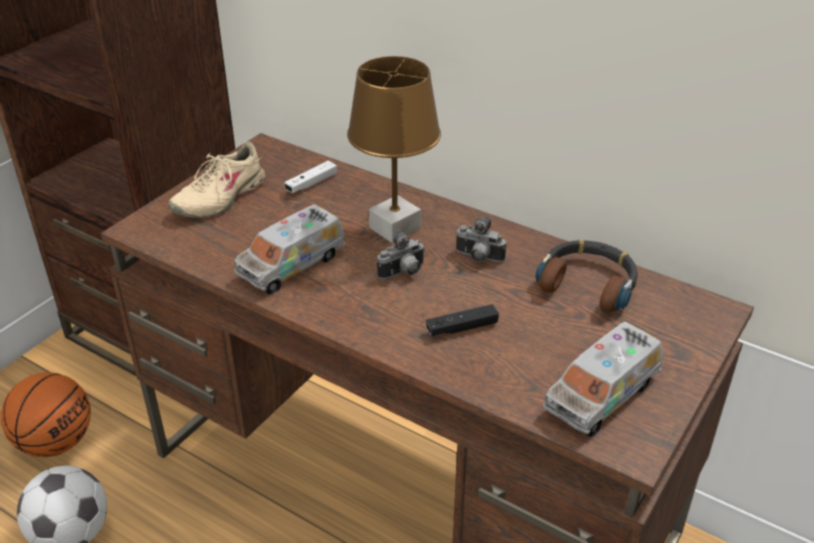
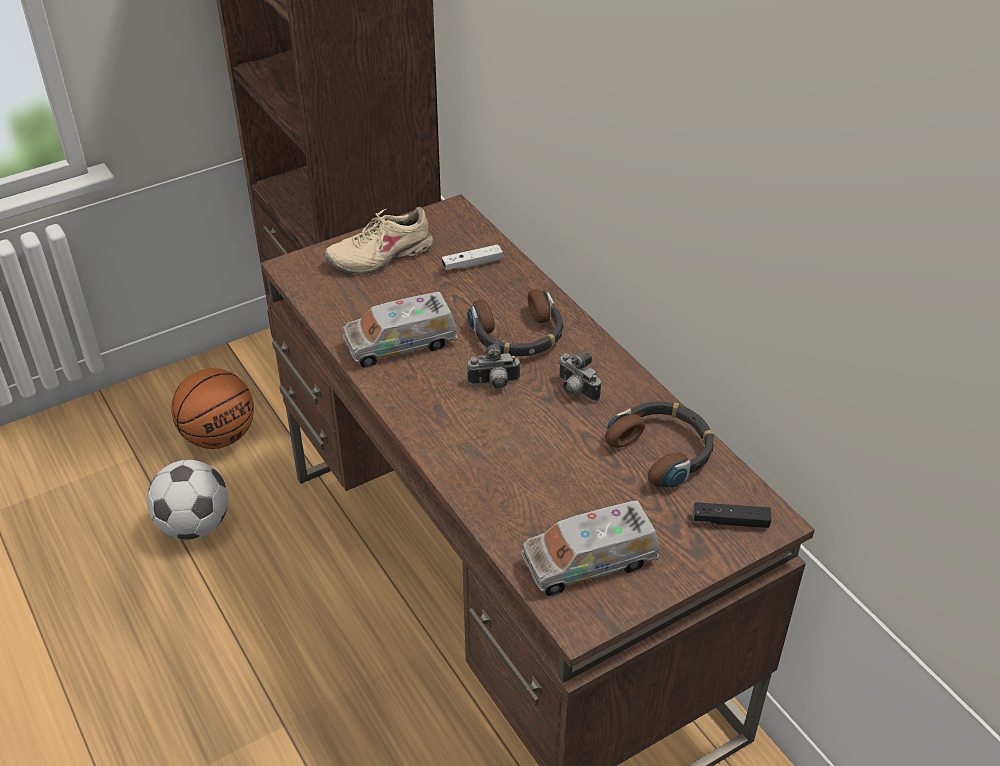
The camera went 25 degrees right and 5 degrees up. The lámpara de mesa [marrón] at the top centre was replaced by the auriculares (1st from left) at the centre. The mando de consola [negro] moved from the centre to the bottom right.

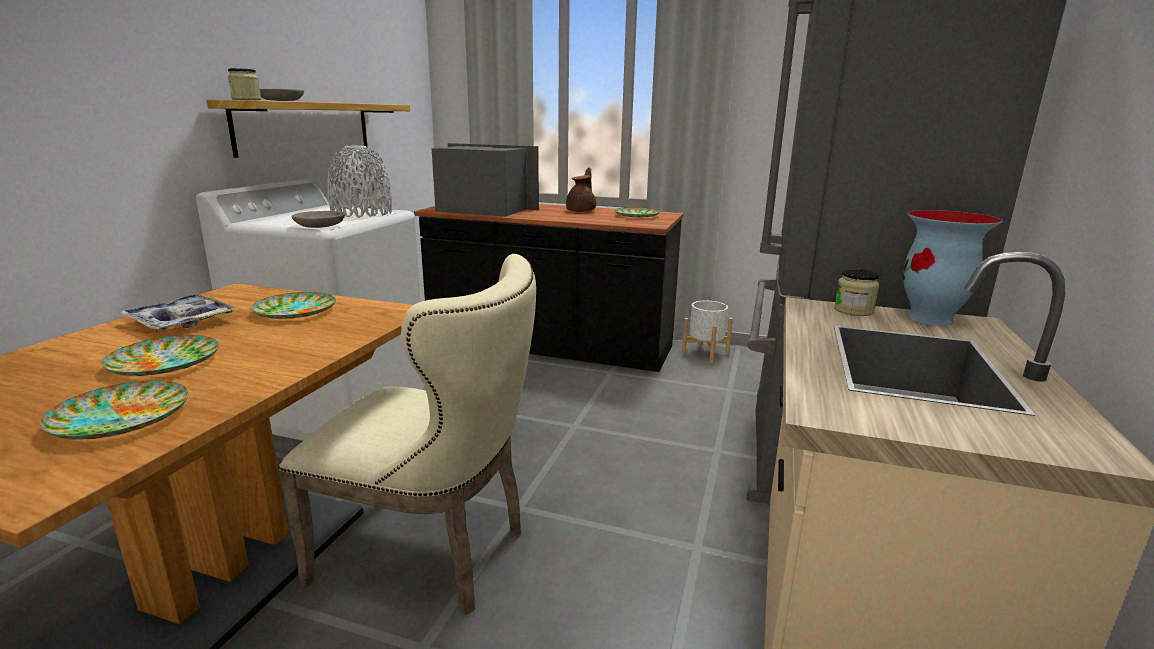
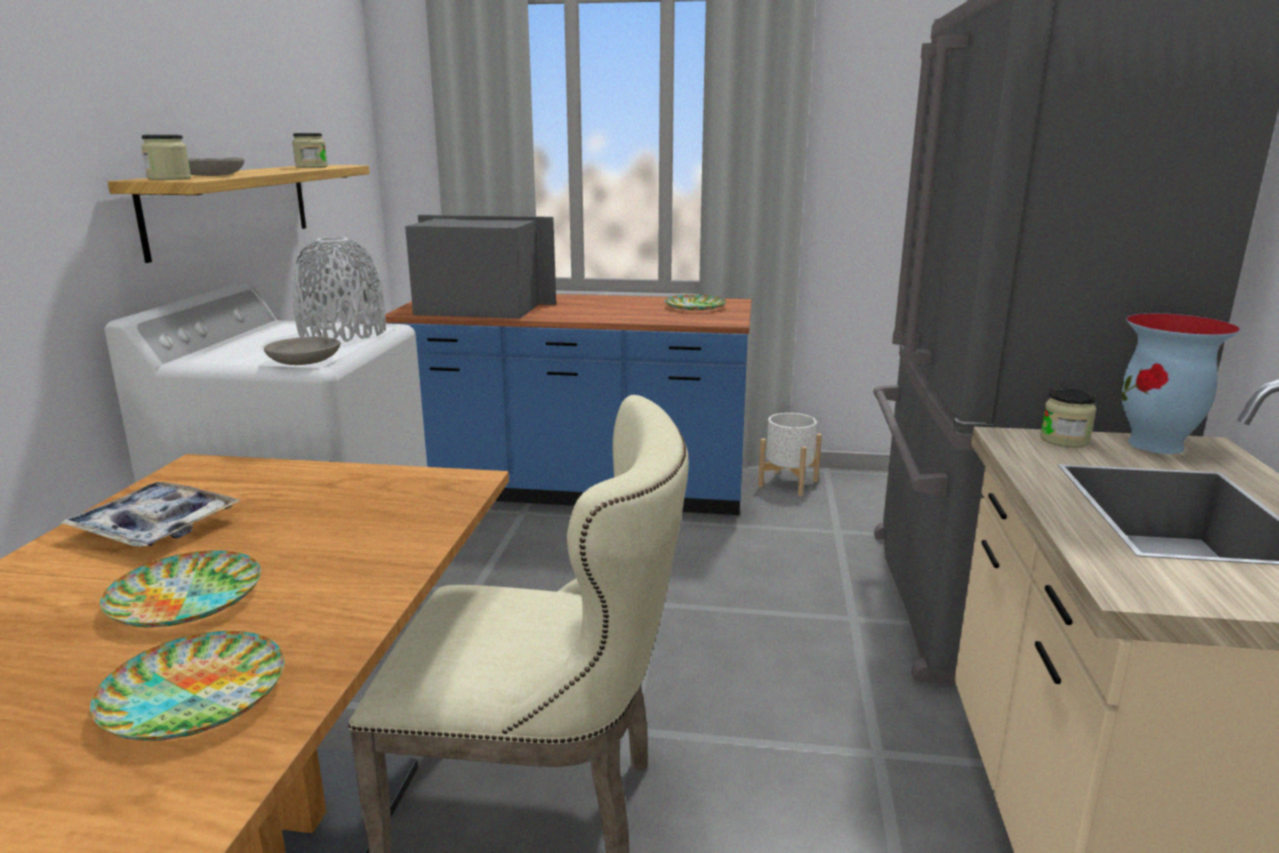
The camera went 10 degrees left and 0 degrees up. The tarro (2nd from left) at the top left appeared. The mueble bajo de cocina [negro] at the centre became the mueble bajo de cocina [azul] at the centre. The plato (3rd from left) at the middle left disappeared. The tetera [marrón] at the top centre disappeared.

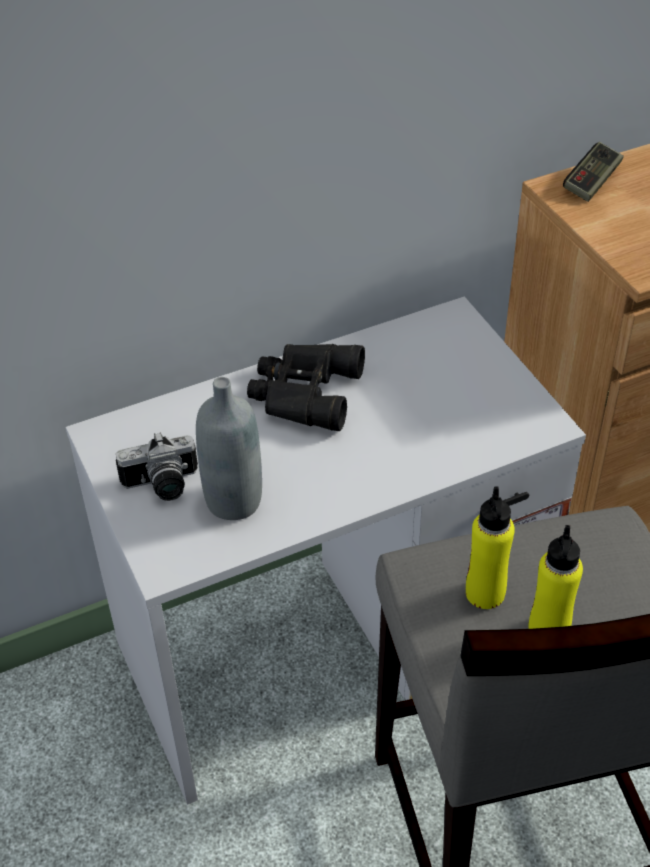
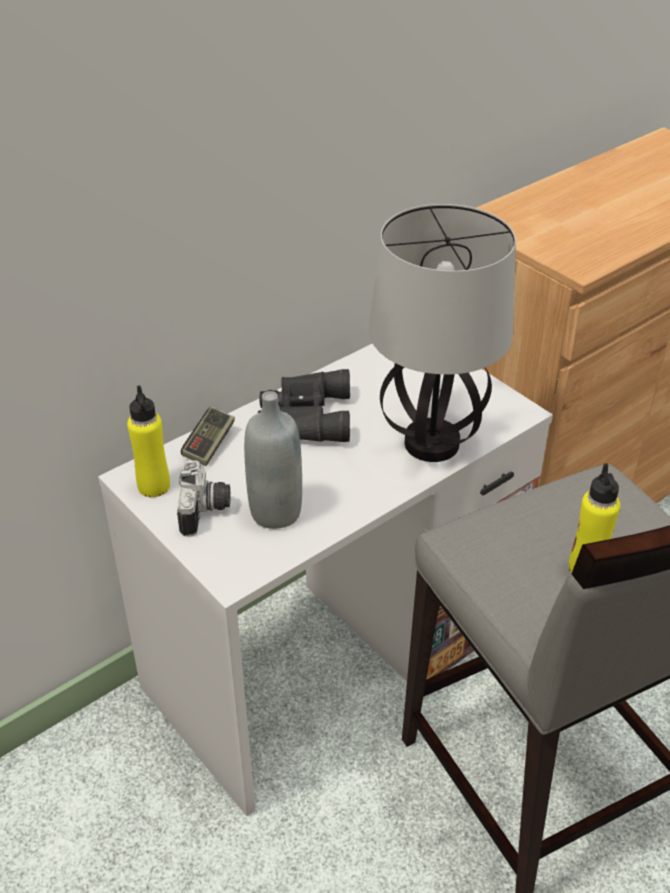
The camera went 15 degrees left and 5 degrees down. The botella [amarillo] (1st from left) moved from the middle right to the middle left. The cámara at the middle left turned 60 degrees counterclockwise. The mando de consola moved from the top right to the middle left. The lámpara de mesa at the centre appeared.

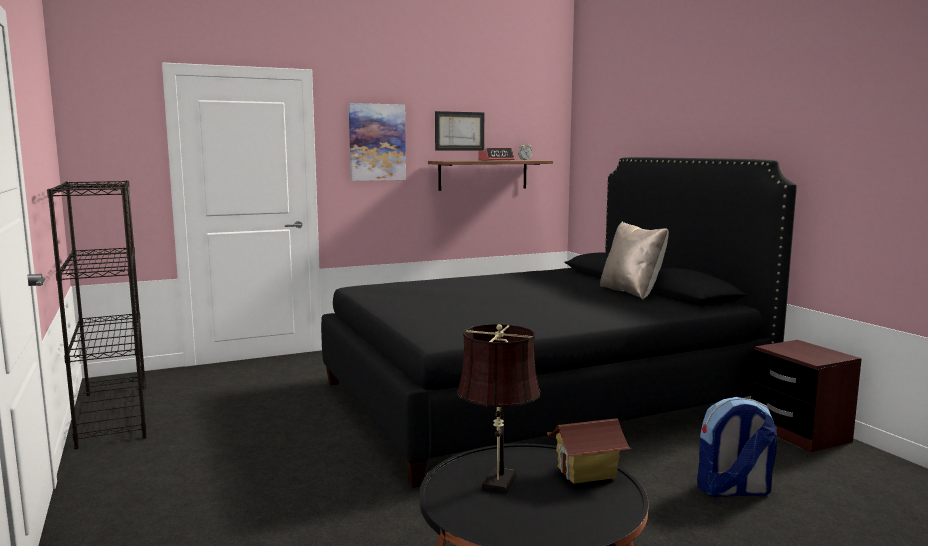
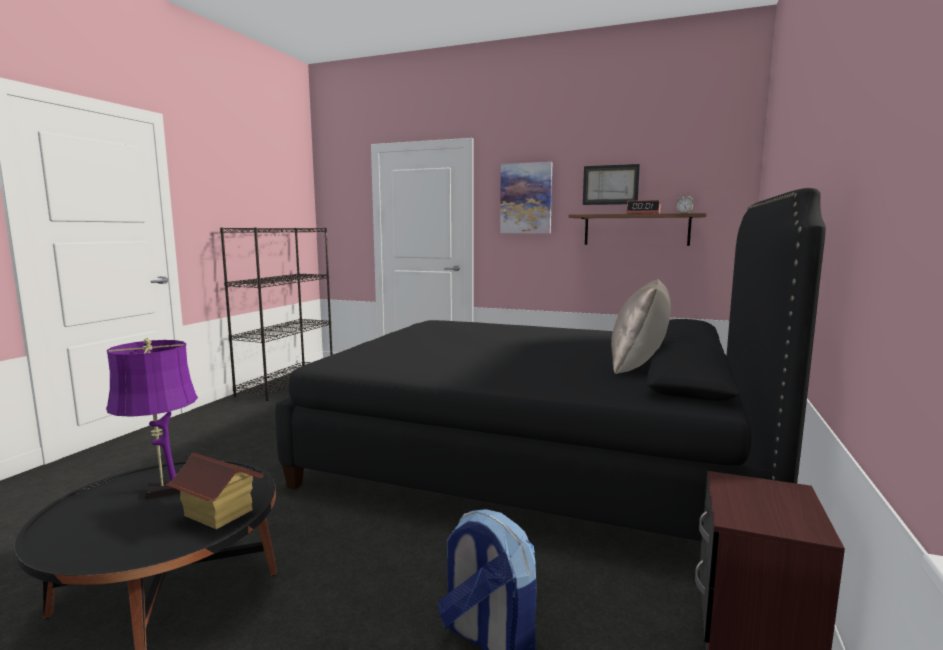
The camera went 45 degrees right and 0 degrees up. The lámpara de mesa [marrón] at the bottom centre became the lámpara de mesa [morado] at the middle left.

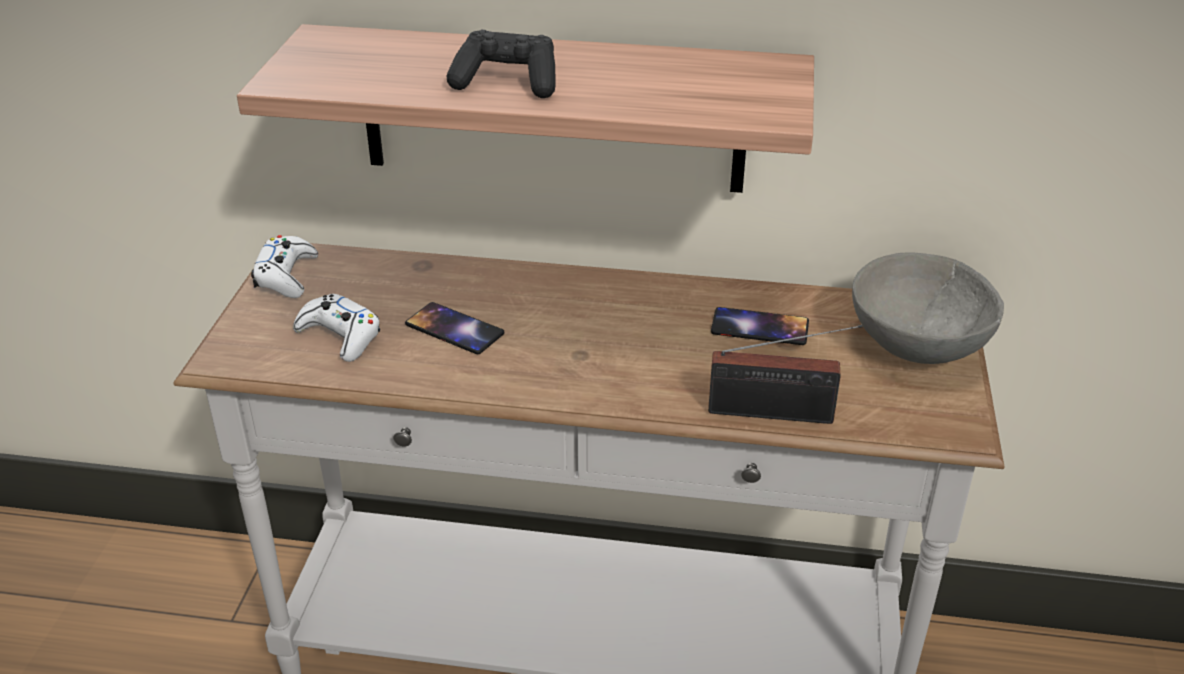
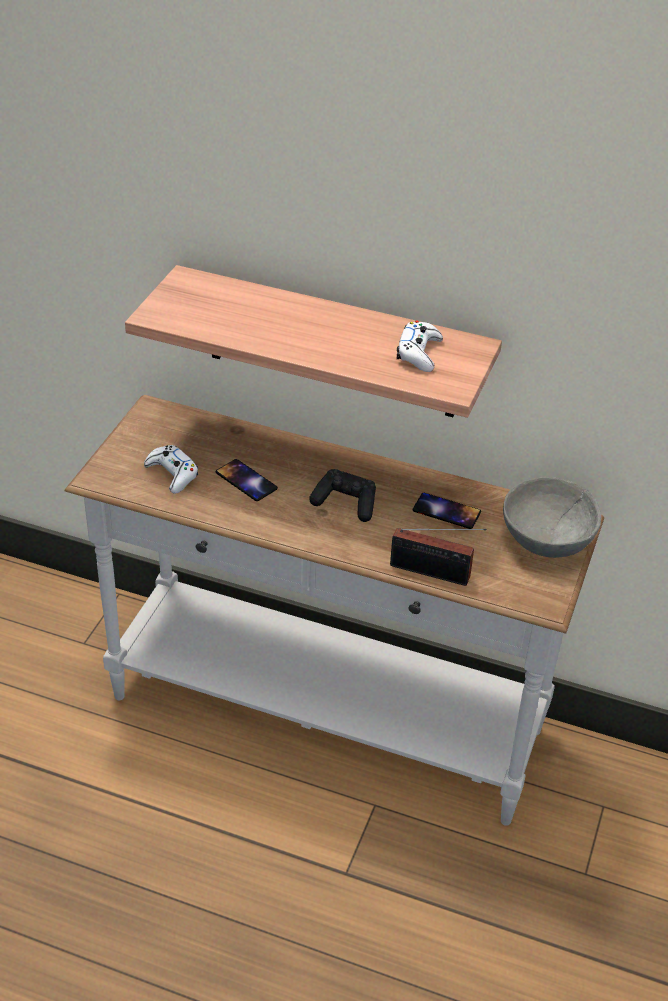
The camera went 10 degrees right and 5 degrees up. The mando de consola [negro] moved from the top centre to the centre. The mando de consola [blanco] (1st from left in the first image) moved from the middle left to the centre.

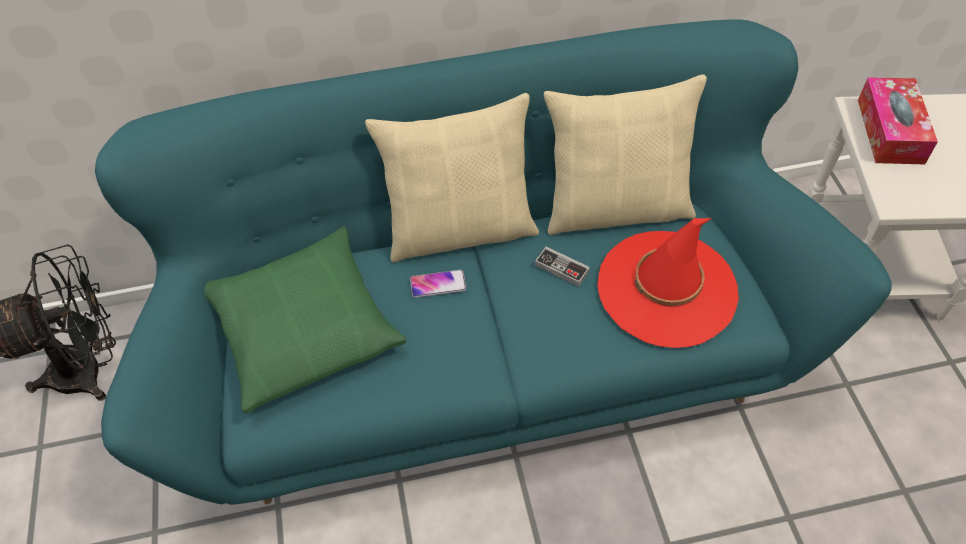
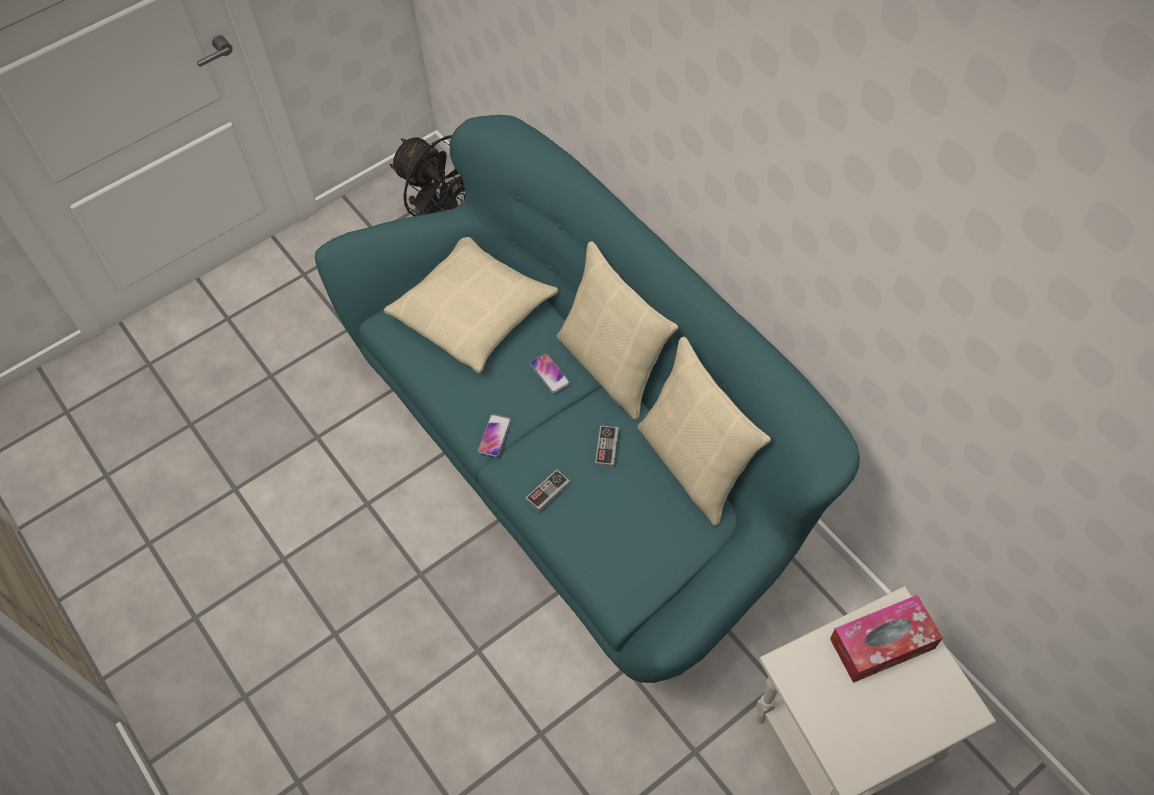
The camera went 65 degrees right and 5 degrees up. The cojín [verde] at the middle left became the cojín [beis] (1st from left) at the centre. The móvil (1st from left) at the centre appeared. The mando de consola (1st from left) at the centre appeared. The sombrero [rojo] at the middle right disappeared.

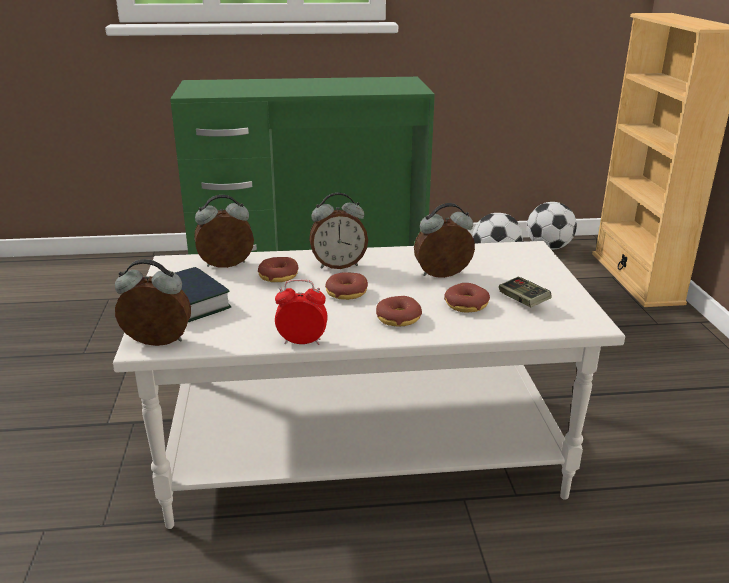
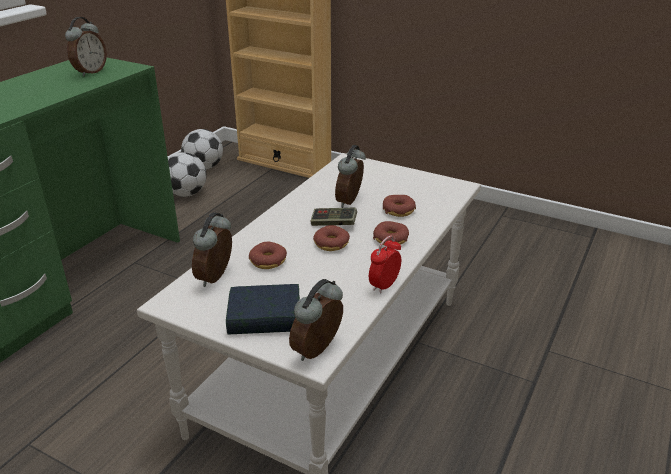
The camera went 55 degrees left and 5 degrees up. The despertador (4th from left in the first image) moved from the centre to the top left. The mando de consola moved from the middle right to the centre.

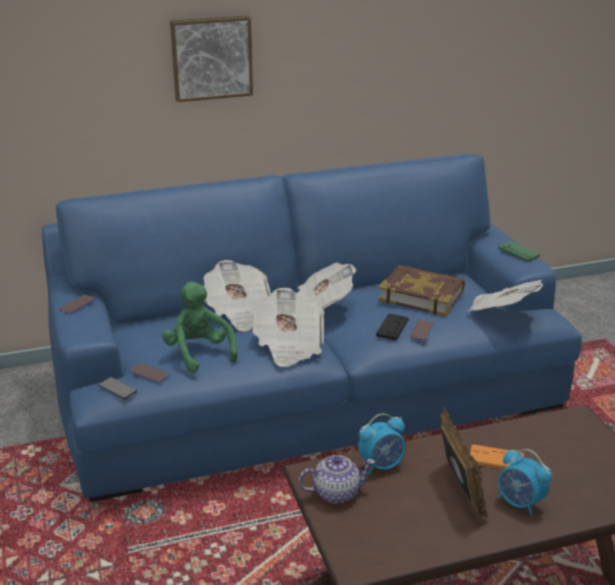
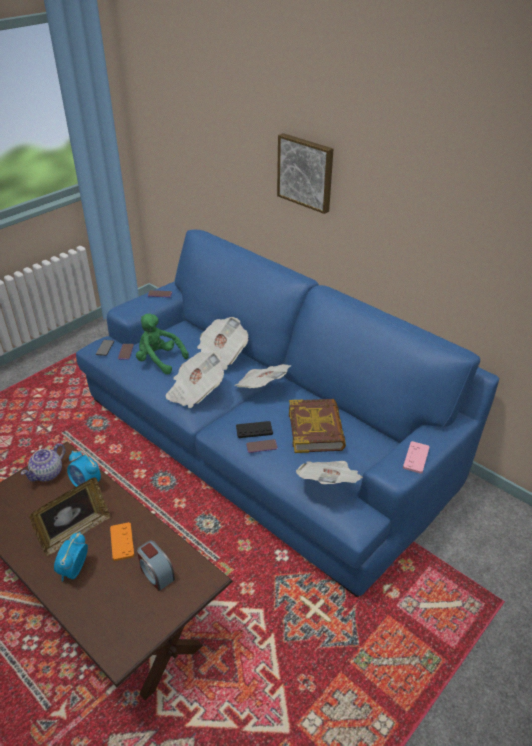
The camera went 60 degrees right and 10 degrees up. The tetera at the bottom centre turned 75 degrees clockwise. The peluche [verde] at the middle left turned 90 degrees counterclockwise. The despertador (3rd from left) at the bottom left appeared. The mando de consola [verde] at the middle right became the mando de consola [rosa] at the middle right.

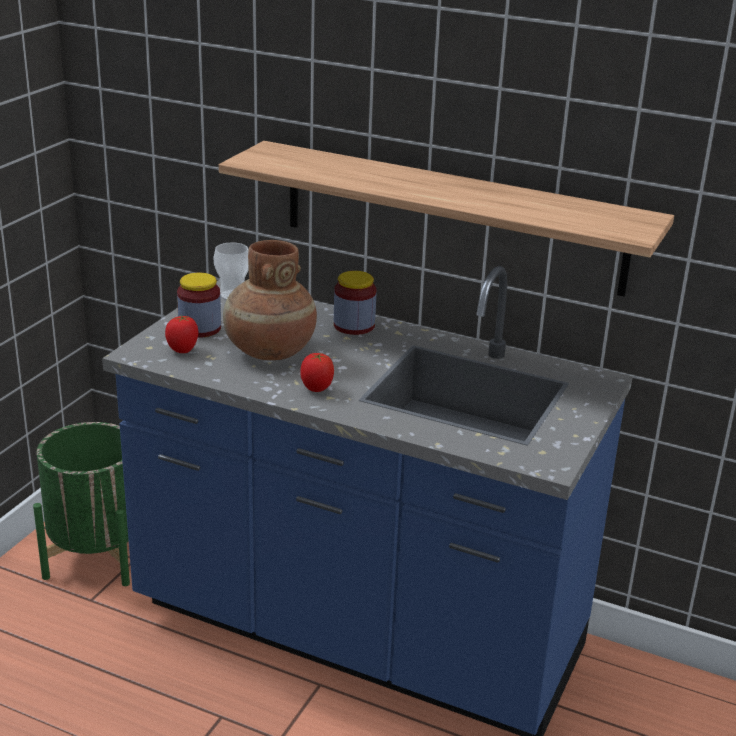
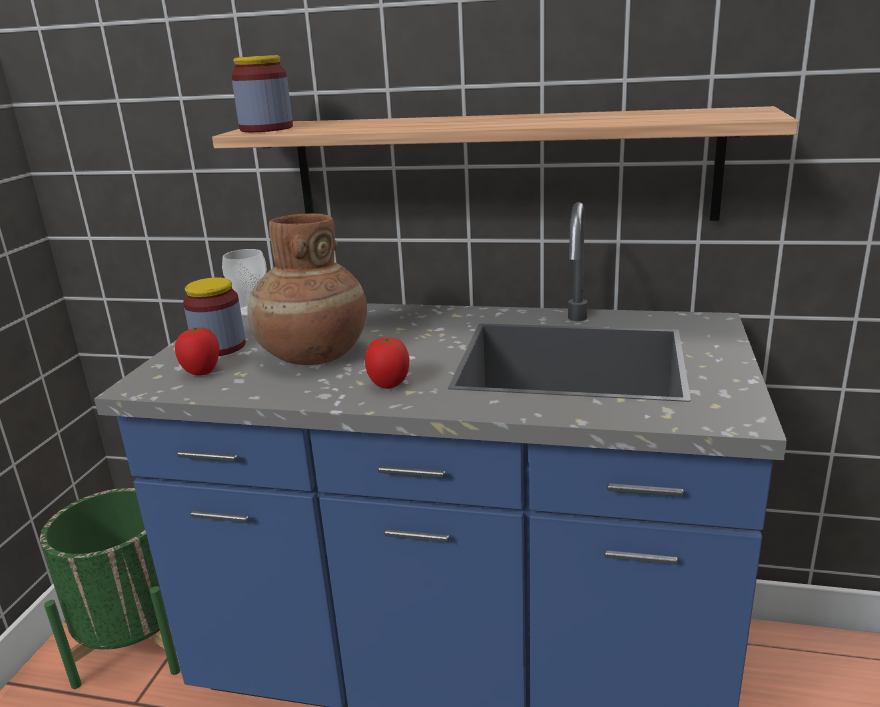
The camera went 10 degrees left and 5 degrees down. The tarro (2nd from left) moved from the centre to the top left.

